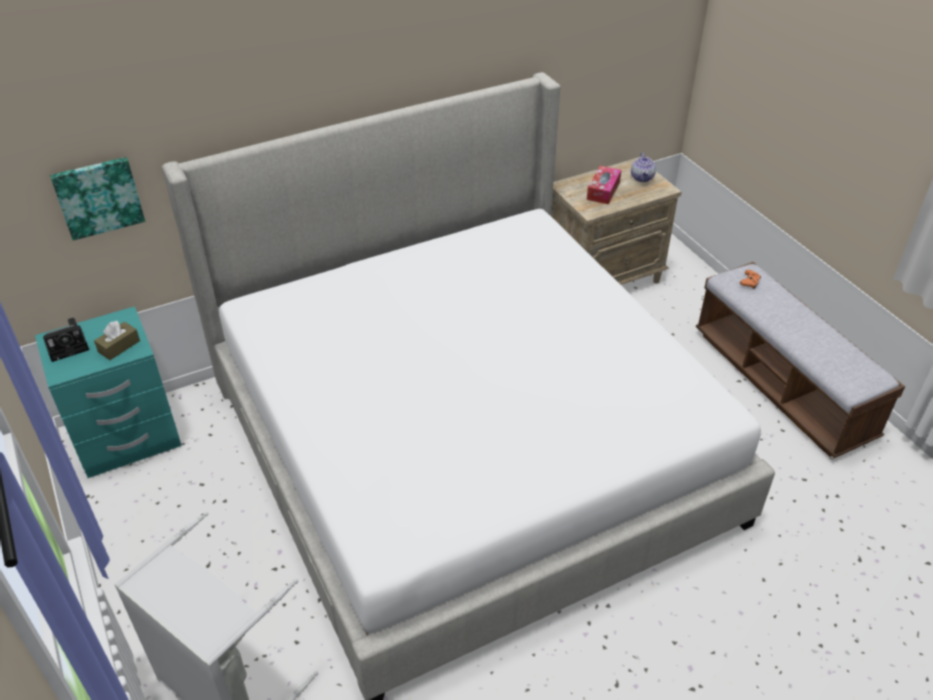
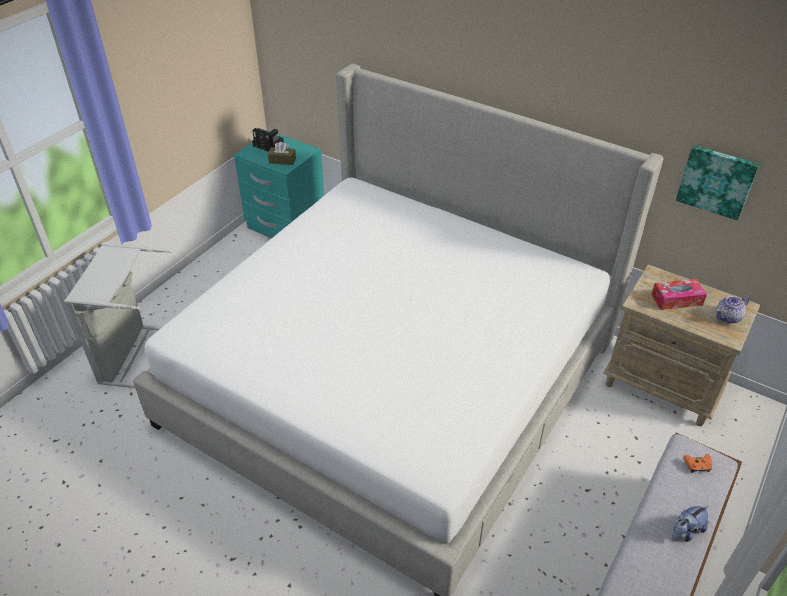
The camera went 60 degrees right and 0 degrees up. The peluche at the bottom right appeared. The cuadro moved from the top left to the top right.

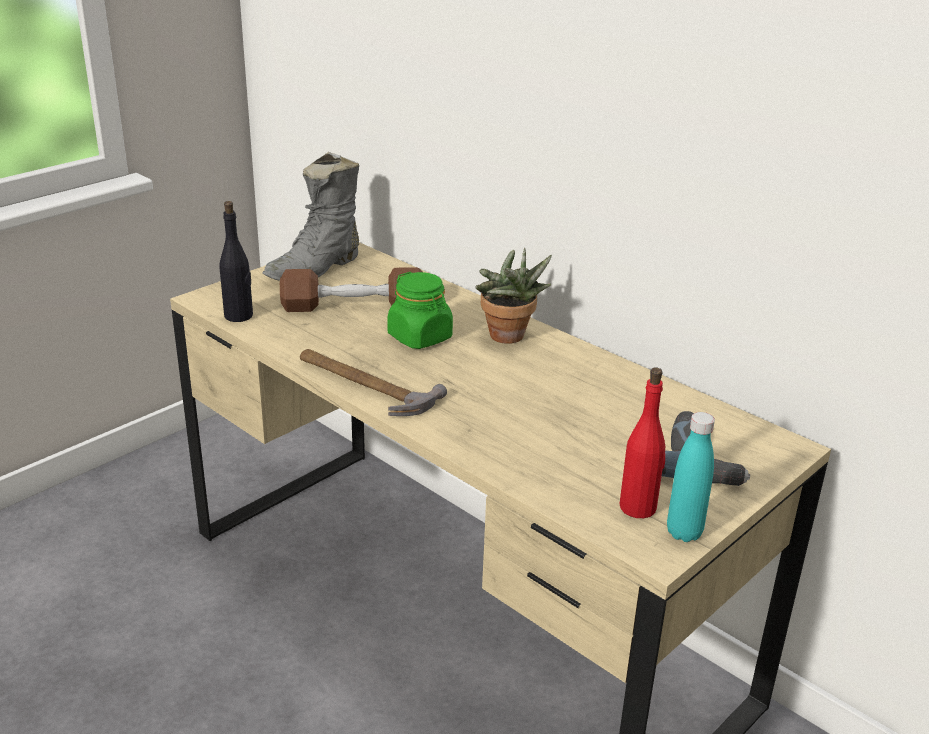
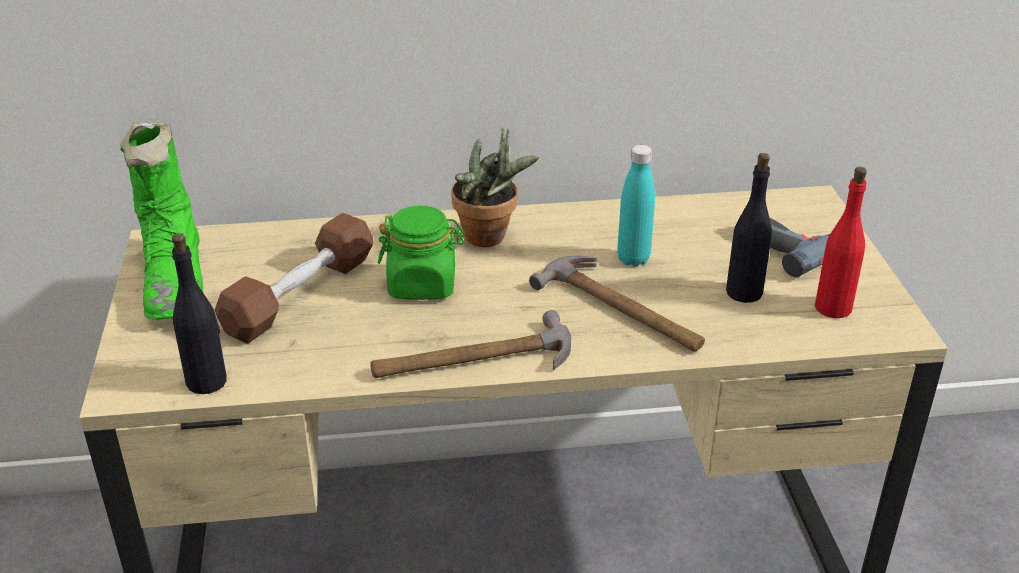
The camera went 50 degrees left and 5 degrees up. The bota [gris] at the top centre became the bota [verde] at the middle left. The martillo (2nd from left) at the centre appeared. The botella [turquesa] moved from the middle right to the centre. The botella [negro] (2nd from left) at the middle right appeared.

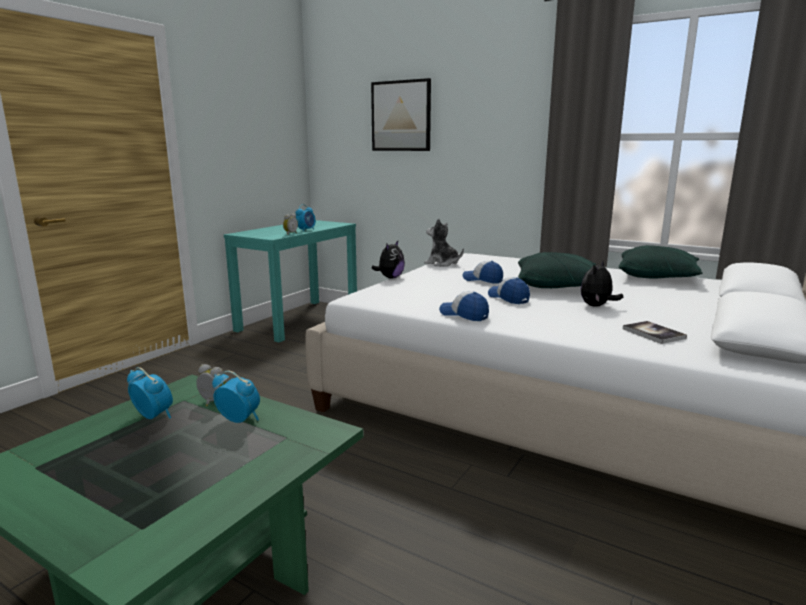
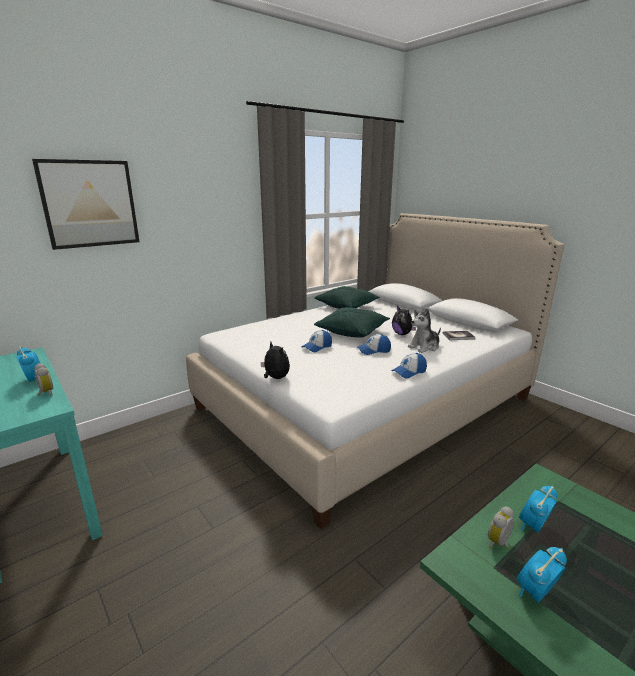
The camera went 70 degrees left and 5 degrees up. The peluche (2nd from left in the first image) moved from the centre to the middle right.

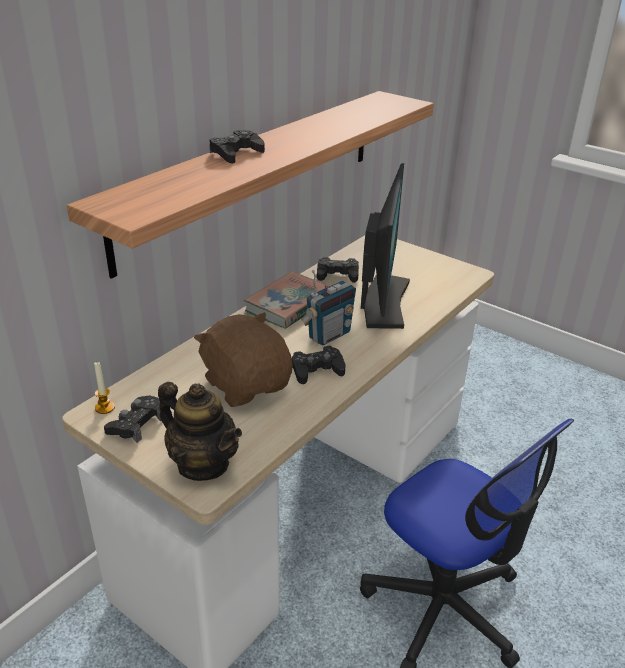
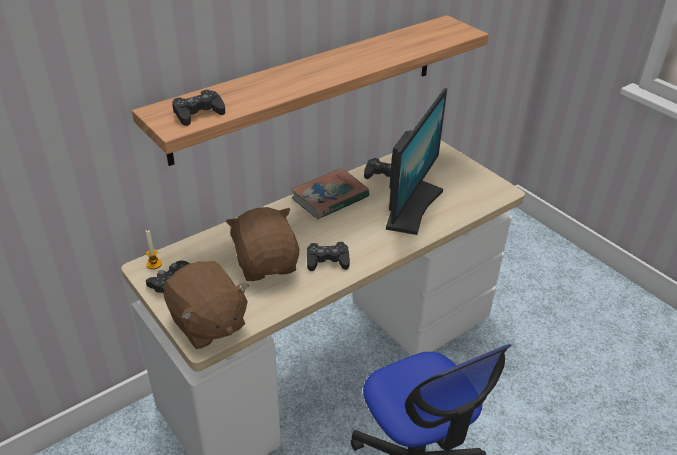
The camera went 15 degrees right and 5 degrees up. The tetera at the middle left was replaced by the peluche [marrón] (1st from left) at the bottom left. The mando de consola [negro] (2nd from left) moved from the top centre to the top left. The radio at the centre disappeared.

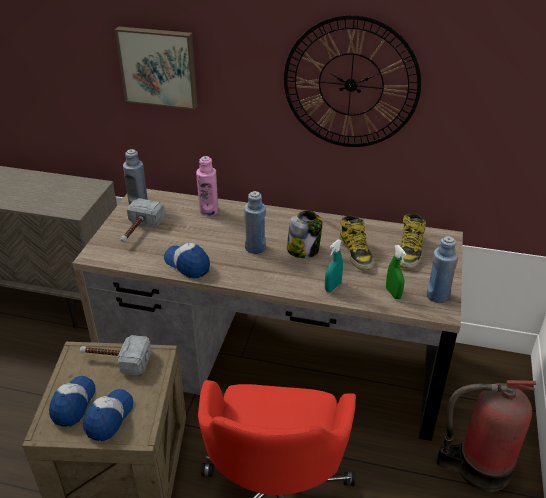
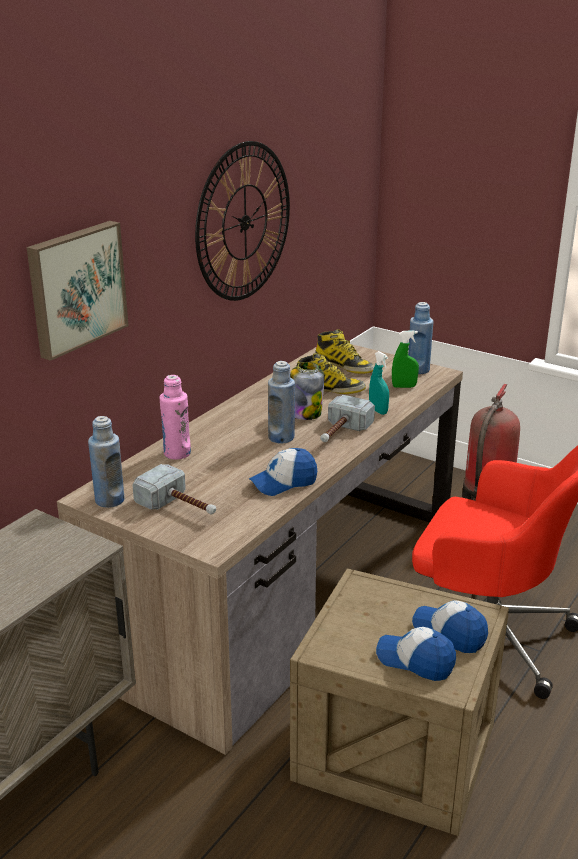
The camera went 70 degrees left and 10 degrees down. The martillo (1st from left in the first image) moved from the bottom left to the centre.

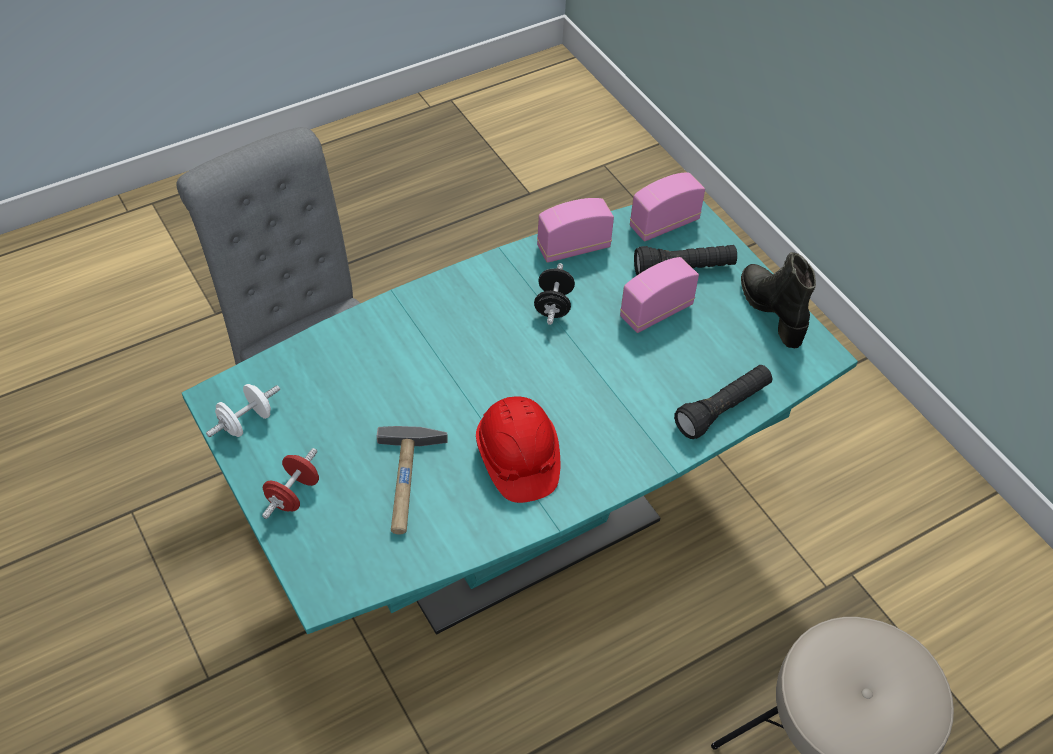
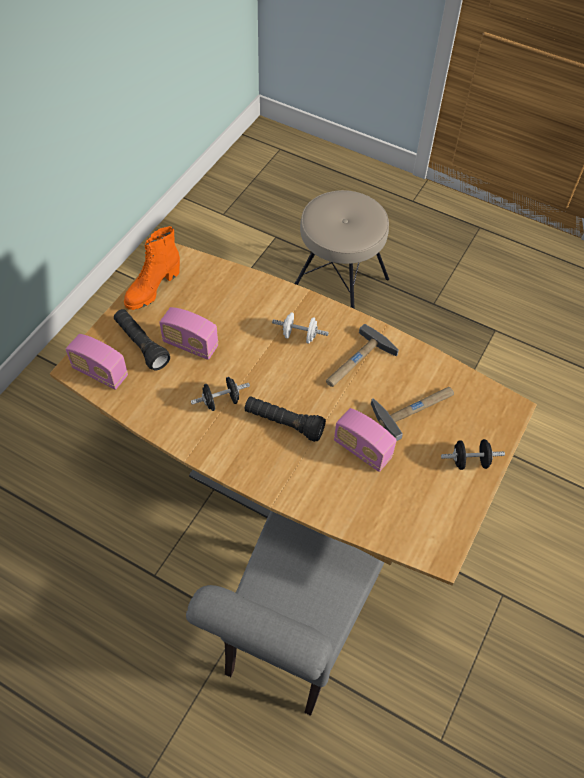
The camera went 120 degrees left and 5 degrees up. The mesa de comedor [turquesa] at the centre became the mesa de comedor [marrón] at the centre. The bota [negro] at the middle right became the bota [naranja] at the middle left. The linterna [negro] (2nd from left) moved from the middle right to the centre. The mancuerna [blanco] moved from the middle left to the centre. The casco [rojo] at the centre was replaced by the martillo (1st from left) at the centre. The radio (1st from left in the first image) moved from the top centre to the centre. The mancuerna [rojo] at the middle left became the mancuerna [negro] (2nd from left) at the middle right.

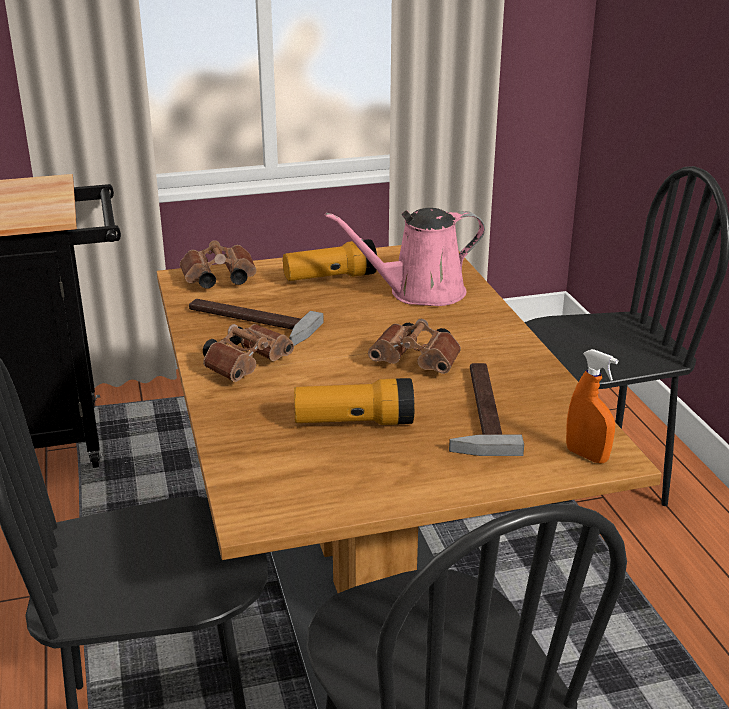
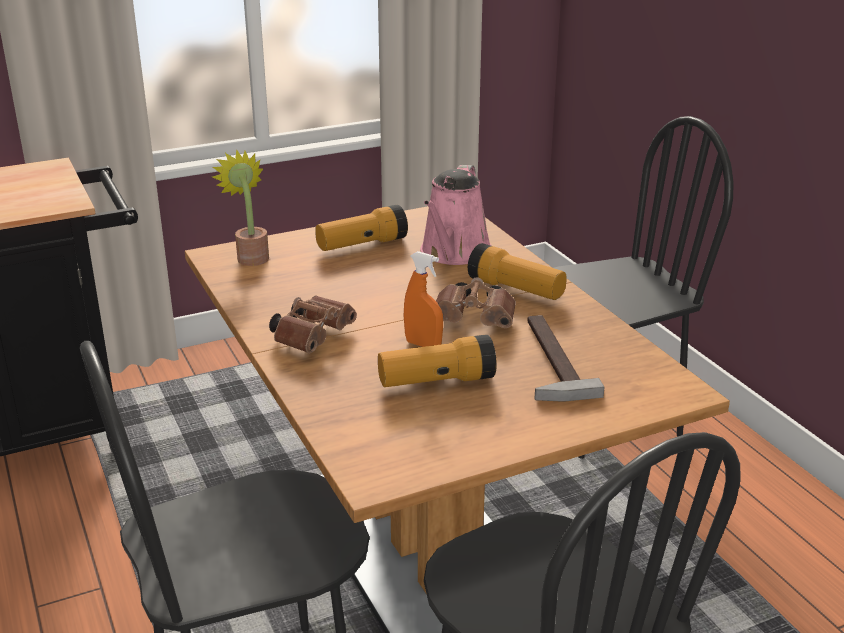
The camera went 10 degrees left and 0 degrees up. The prismáticos [marrón] (1st from left) at the middle left was replaced by the planta en maceta at the top left. The pulverizador [naranja] moved from the middle right to the centre. The regadera [rosa] at the centre turned 45 degrees counterclockwise. The linterna (3rd from left) at the centre appeared. The martillo (1st from left) at the centre disappeared.

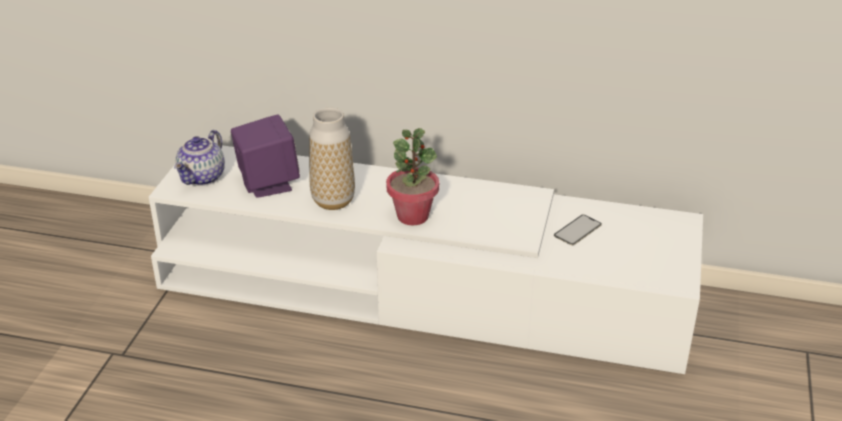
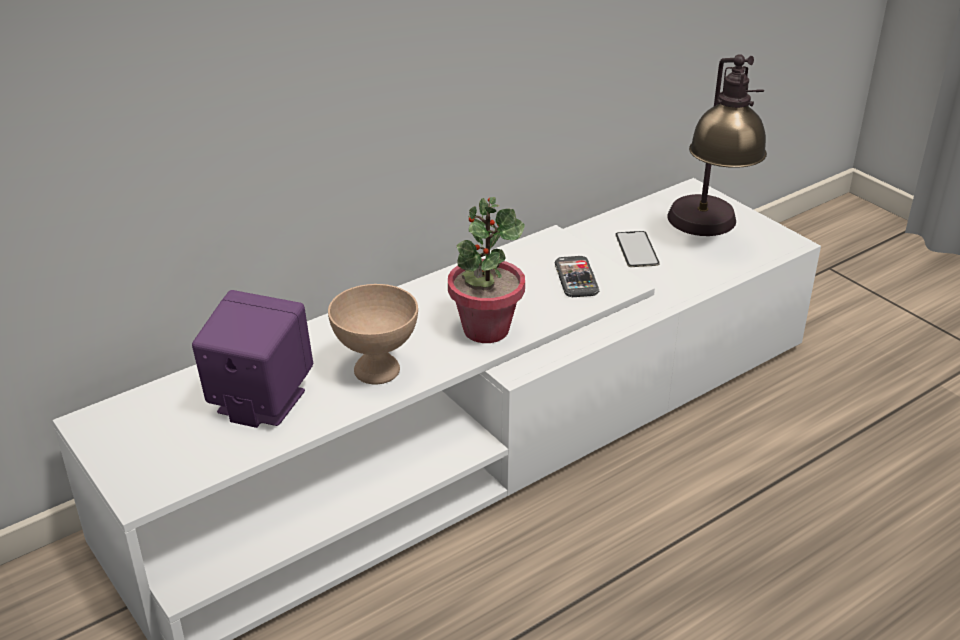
The camera went 50 degrees left and 0 degrees up. The florero at the centre was replaced by the cuenco [beis] at the centre. The móvil (1st from left) at the centre appeared. The lámpara de mesa at the top right appeared. The tetera at the middle left disappeared.

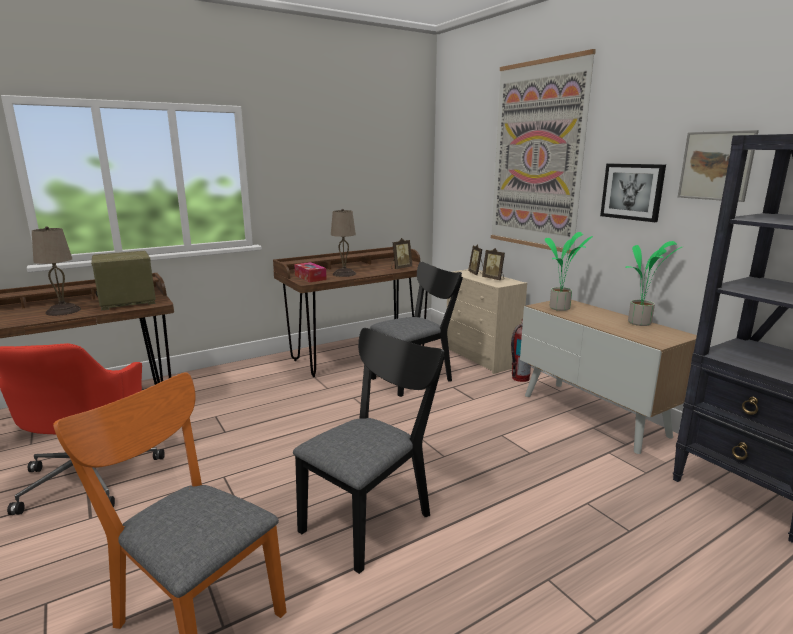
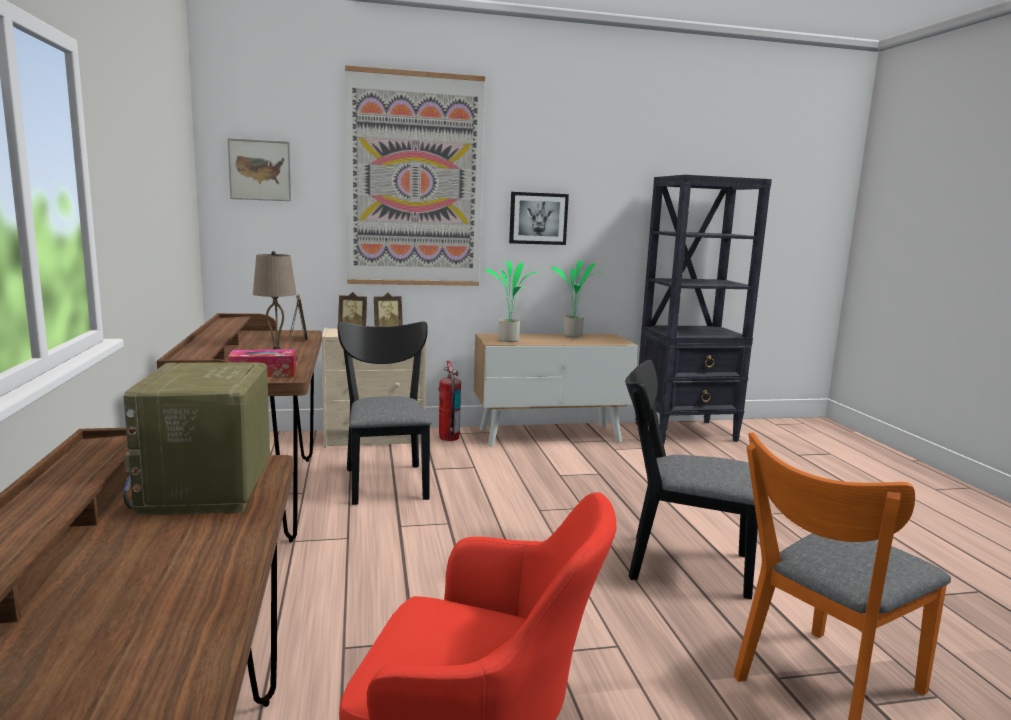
The camera went 70 degrees left and 5 degrees down. The cuadro (3rd from left in the first image) moved from the top right to the top left. The silla [negro] (1st from left in the first image) at the bottom centre turned 45 degrees counterclockwise. The lámpara de mesa [beis] (1st from left) at the middle left disappeared.

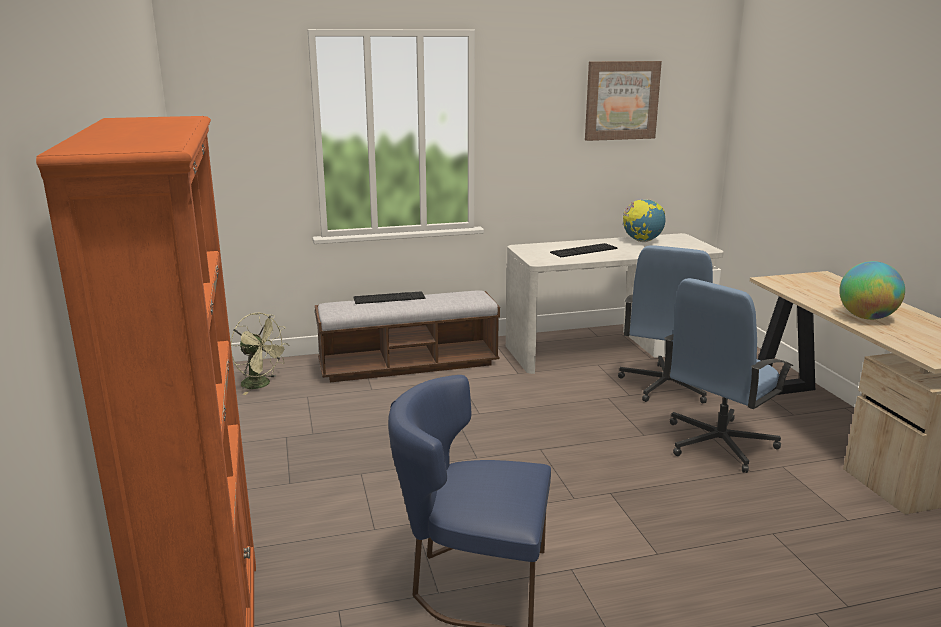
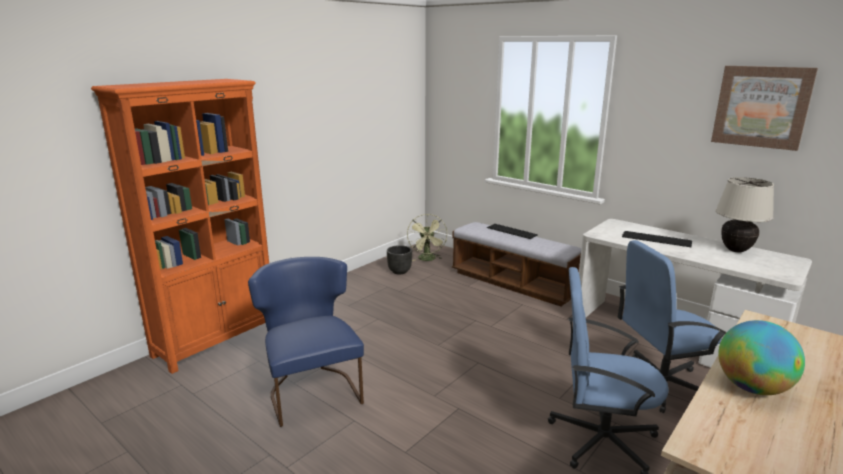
The camera went 55 degrees right and 0 degrees up. The maceta [negro] at the centre appeared. The globo terráqueo (1st from left) at the middle right was replaced by the lámpara de mesa [beis] at the middle right.

